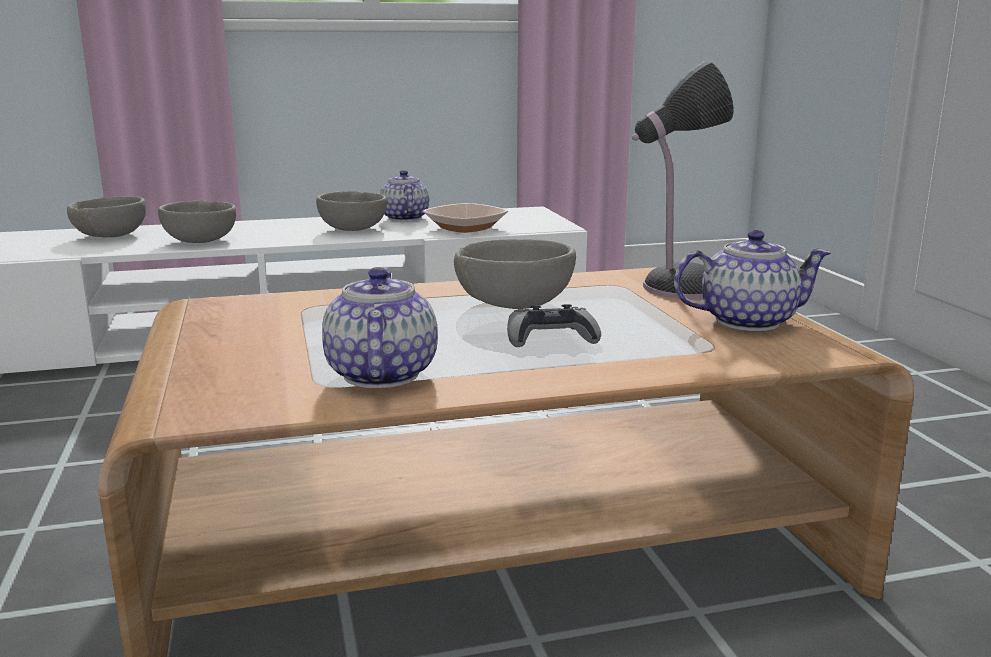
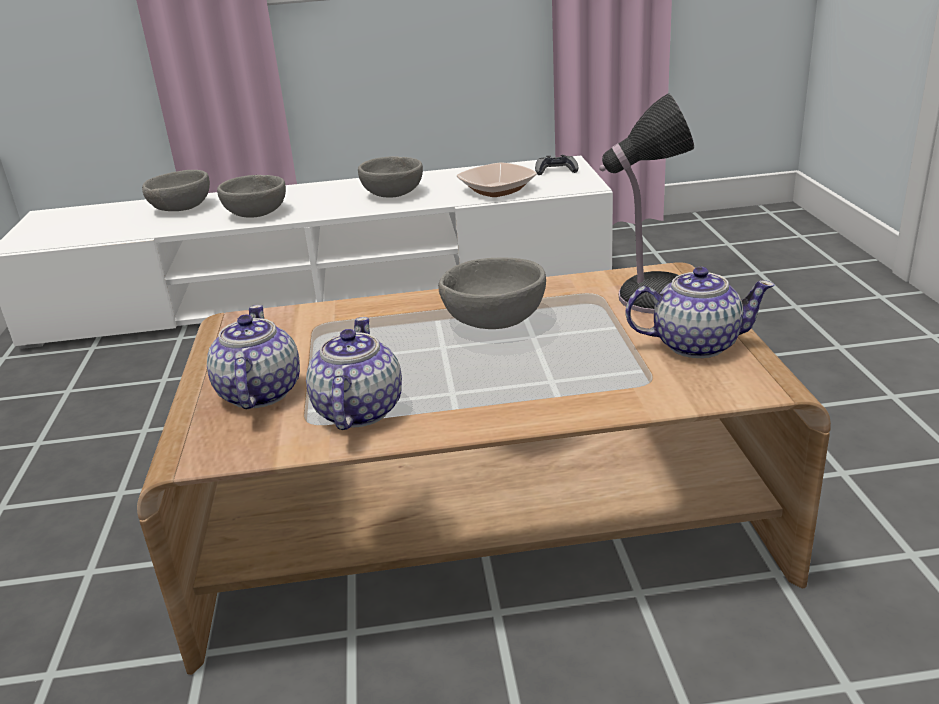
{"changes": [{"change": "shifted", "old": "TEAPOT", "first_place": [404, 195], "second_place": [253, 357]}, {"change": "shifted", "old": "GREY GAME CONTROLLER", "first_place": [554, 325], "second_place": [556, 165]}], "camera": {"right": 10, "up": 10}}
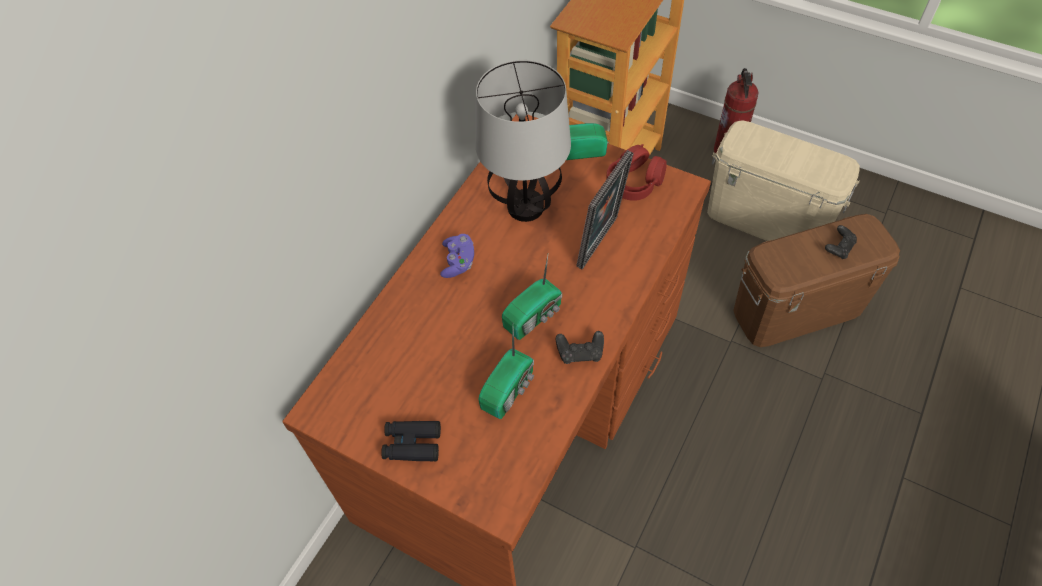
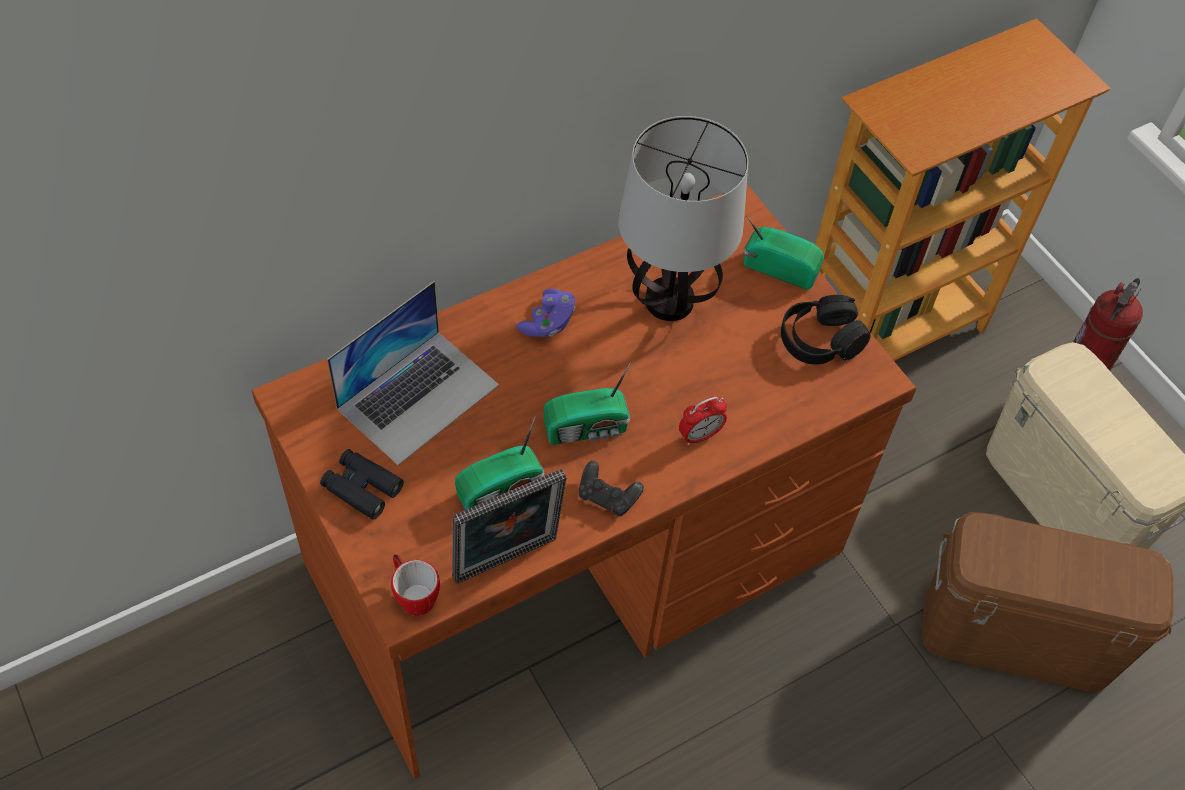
{"changes": [{"change": "repainted", "old": "RED HEADPHONES", "new": "BLACK HEADPHONES", "first_place": [636, 172], "second_place": [826, 330]}, {"change": "shifted", "old": "PICTURE FRAME", "first_place": [605, 209], "second_place": [509, 526]}, {"change": "gone", "old": "BLACK GAME CONTROLLER", "first_place": [841, 242]}, {"change": "new", "new": "LAPTOP", "second_place": [413, 373]}, {"change": "new", "new": "ALARM CLOCK", "second_place": [703, 421]}, {"change": "new", "new": "MUG", "second_place": [415, 585]}], "camera": {"right": 25, "up": 0}}
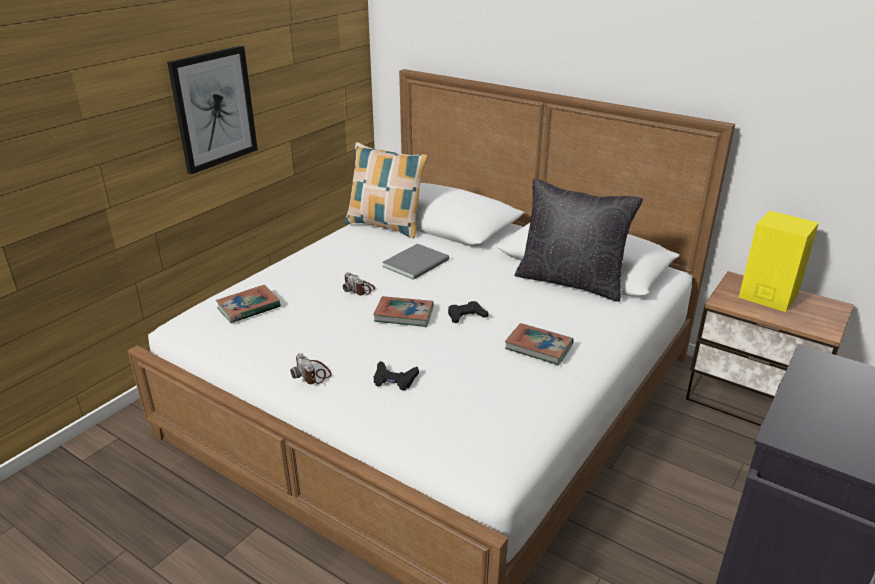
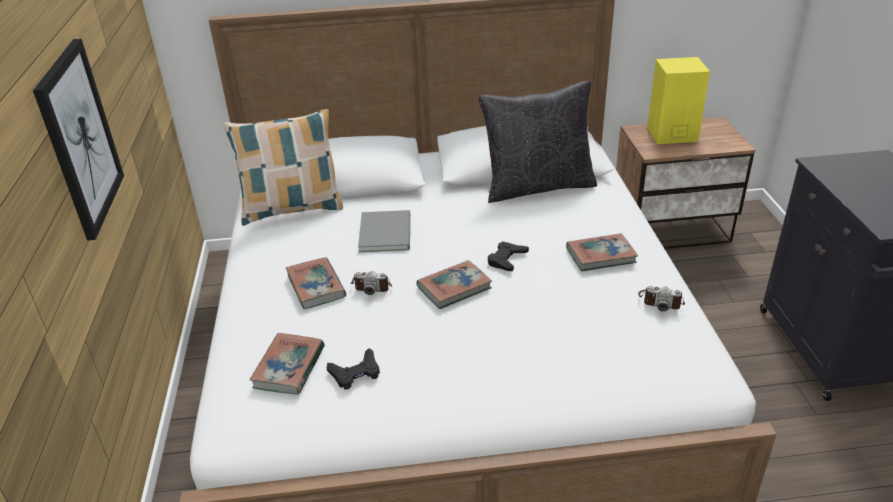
{"changes": [{"change": "shifted", "old": "PHOTO CAMERA", "first_place": [311, 368], "second_place": [661, 299]}, {"change": "shifted", "old": "BLACK GAME CONTROLLER", "first_place": [396, 376], "second_place": [353, 368]}, {"change": "new", "new": "BOOK", "second_place": [316, 283]}], "camera": {"right": -40, "up": 5}}
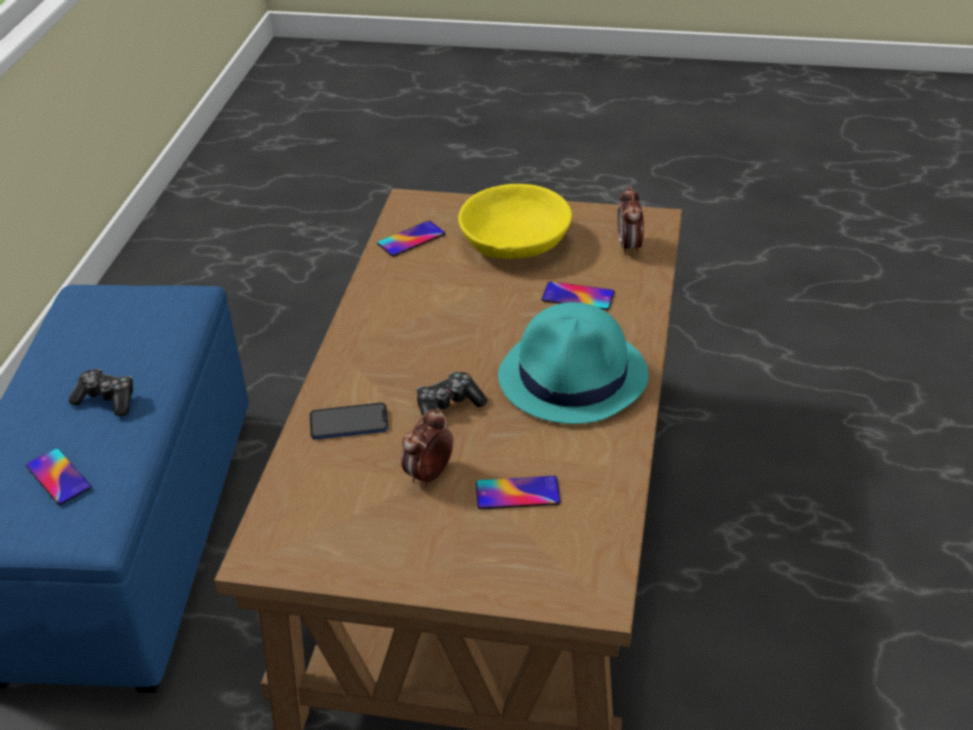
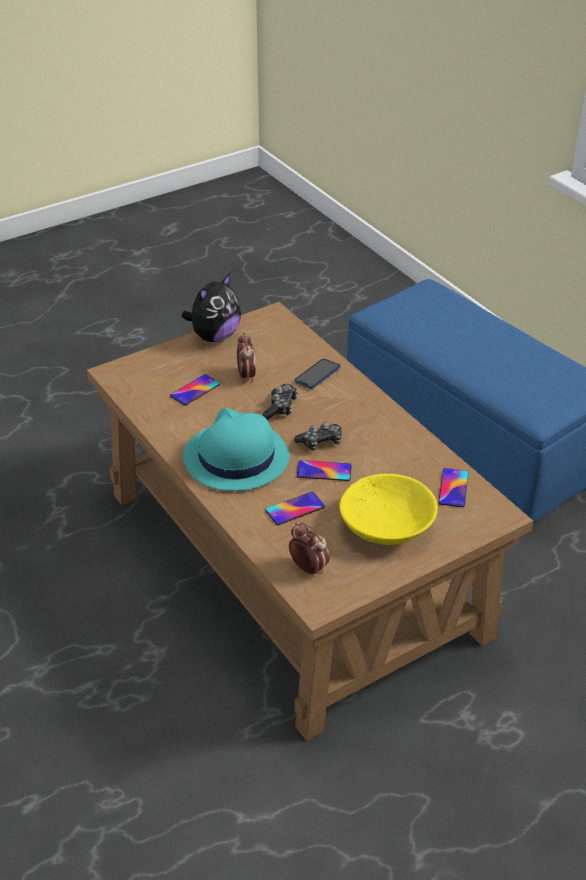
{"changes": [{"change": "shifted", "old": "GAME CONTROLLER", "first_place": [101, 392], "second_place": [318, 436]}, {"change": "shifted", "old": "PHONE", "first_place": [59, 477], "second_place": [324, 470]}, {"change": "new", "new": "PLUSH TOY", "second_place": [211, 307]}], "camera": {"right": 135, "up": 0}}
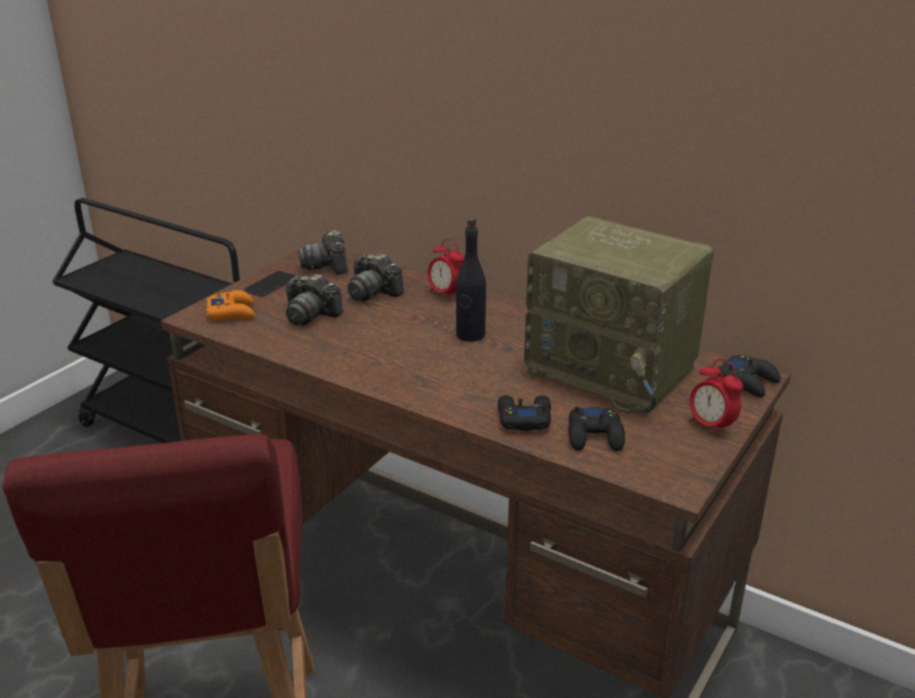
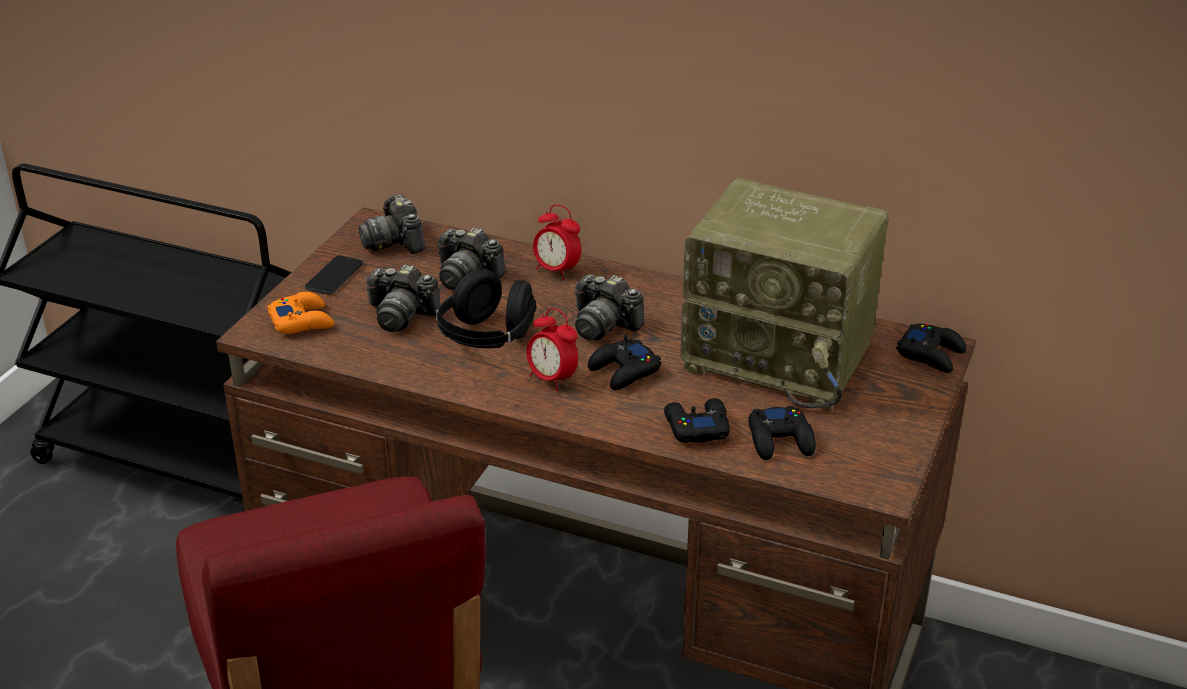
{"changes": [{"change": "swapped", "old": "BLACK BOTTLE", "new": "PHOTO CAMERA", "first_place": [471, 279], "second_place": [609, 307]}, {"change": "shifted", "old": "ALARM CLOCK", "first_place": [716, 398], "second_place": [552, 349]}, {"change": "new", "new": "BLACK HEADPHONES", "second_place": [486, 308]}, {"change": "new", "new": "BLACK GAME CONTROLLER", "second_place": [624, 362]}], "camera": {"right": -10, "up": 5}}
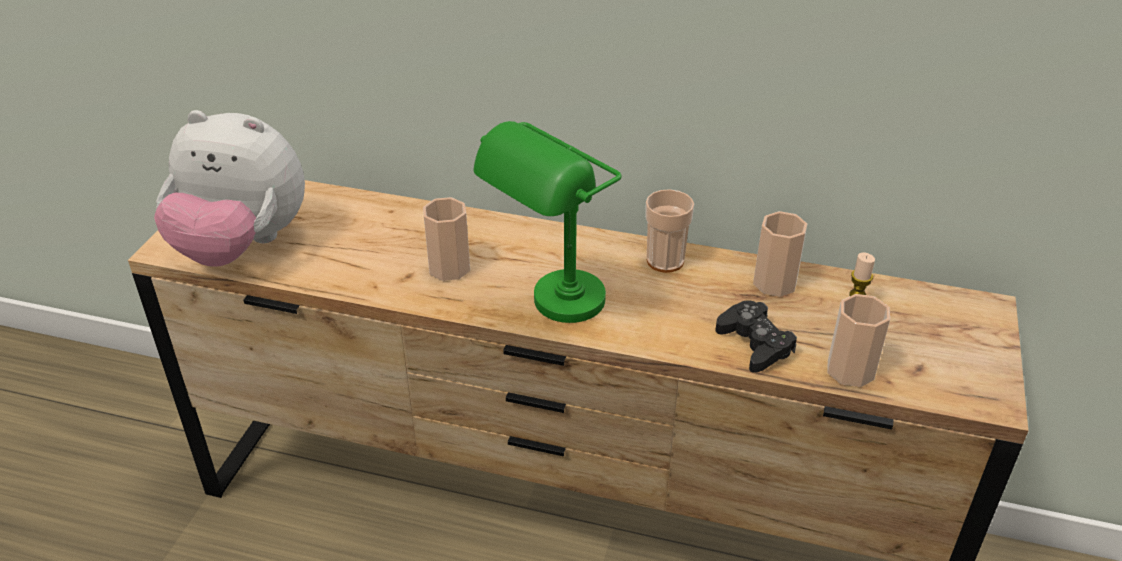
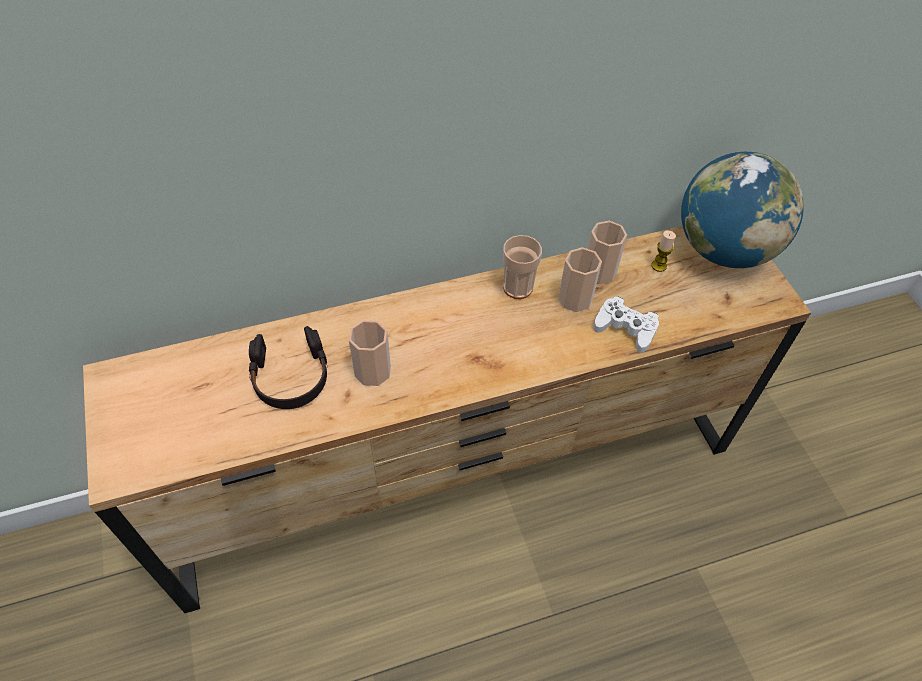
{"changes": [{"change": "gone", "old": "PLUSH TOY", "first_place": [229, 188]}, {"change": "gone", "old": "GREEN TABLE LAMP", "first_place": [548, 222]}, {"change": "shifted", "old": "CUP", "first_place": [858, 340], "second_place": [580, 279]}, {"change": "repainted", "old": "BLACK GAME CONTROLLER", "new": "WHITE GAME CONTROLLER", "first_place": [756, 336], "second_place": [626, 324]}, {"change": "new", "new": "GLOBE", "second_place": [742, 209]}, {"change": "new", "new": "BLACK HEADPHONES", "second_place": [288, 367]}], "camera": {"right": -35, "up": 15}}
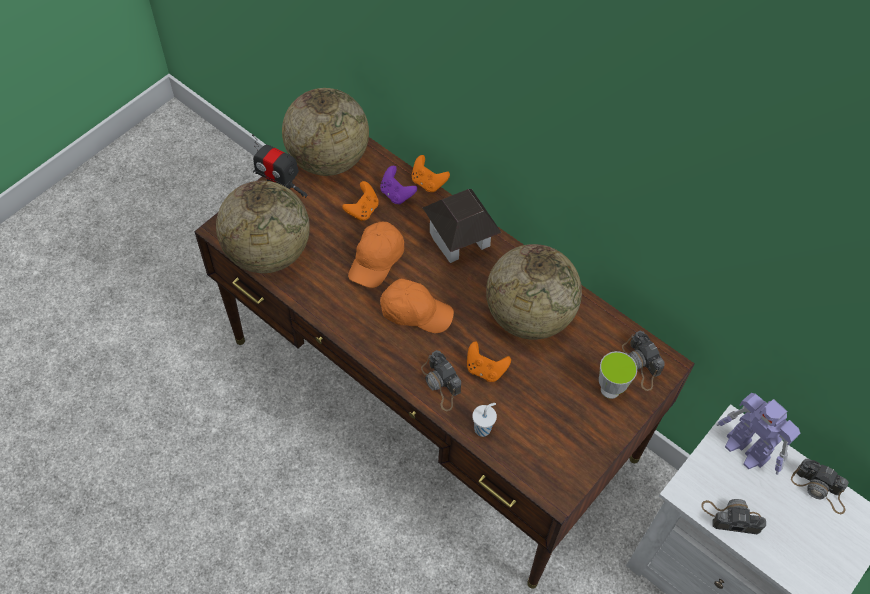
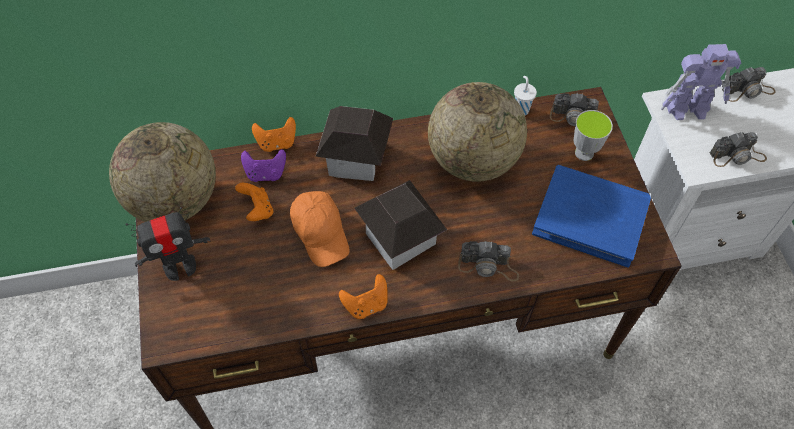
{"changes": [{"change": "gone", "old": "GLOBE", "first_place": [263, 227]}, {"change": "swapped", "old": "ORANGE CAP", "new": "TOY HOUSE", "first_place": [417, 306], "second_place": [400, 225]}, {"change": "shifted", "old": "ORANGE GAME CONTROLLER", "first_place": [489, 362], "second_place": [363, 296]}, {"change": "shifted", "old": "WHITE CUP", "first_place": [484, 420], "second_place": [525, 96]}, {"change": "rotated", "old": "PHOTO CAMERA", "first_place": [733, 516], "second_place": [738, 149], "degrees": -150}, {"change": "new", "new": "BLUE BOOK", "second_place": [591, 216]}], "camera": {"right": -50, "up": 0}}
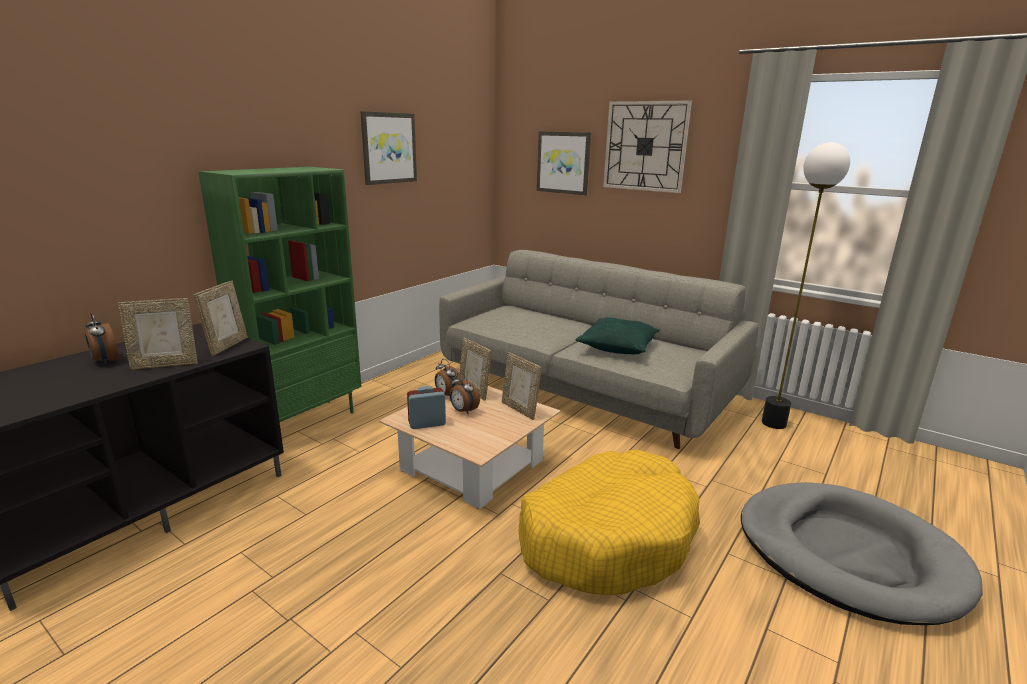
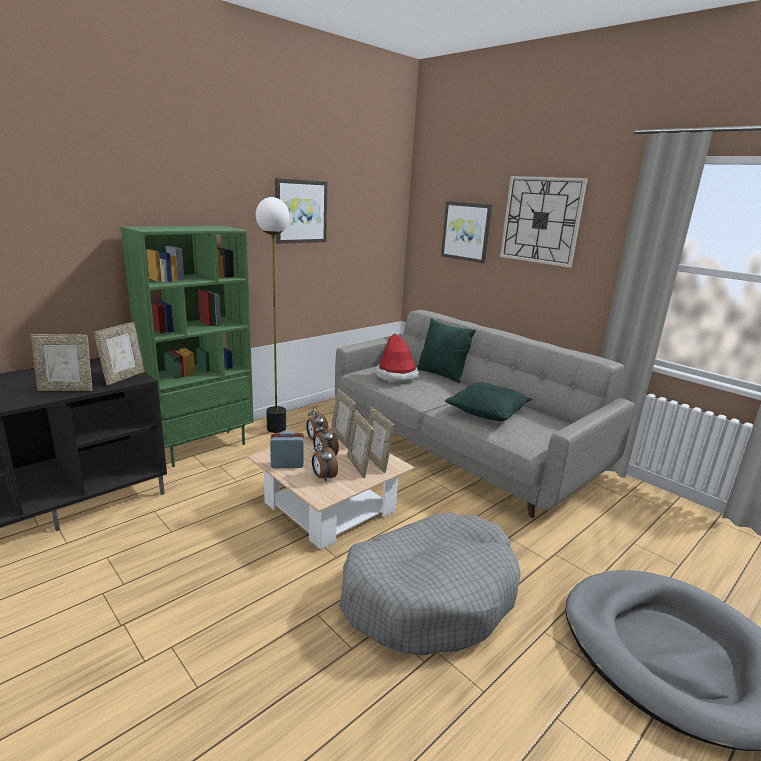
{"changes": [{"change": "shifted", "old": "FLOOR LAMP", "first_place": [806, 285], "second_place": [272, 315]}, {"change": "shifted", "old": "ALARM CLOCK", "first_place": [102, 339], "second_place": [325, 460]}, {"change": "repainted", "old": "YELLOW DOG BED", "new": "GREY DOG BED", "first_place": [609, 522], "second_place": [430, 584]}, {"change": "new", "new": "GREEN PILLOW", "second_place": [446, 350]}, {"change": "new", "new": "HAT", "second_place": [397, 357]}, {"change": "new", "new": "PICTURE FRAME", "second_place": [360, 444]}], "camera": {"right": 10, "up": 0}}
